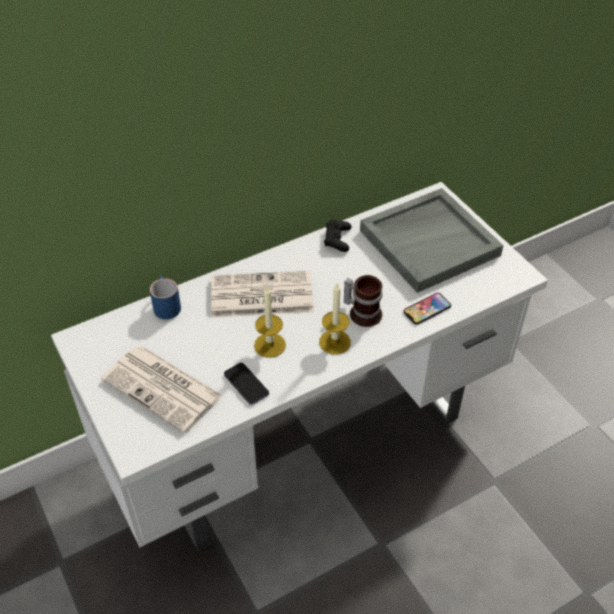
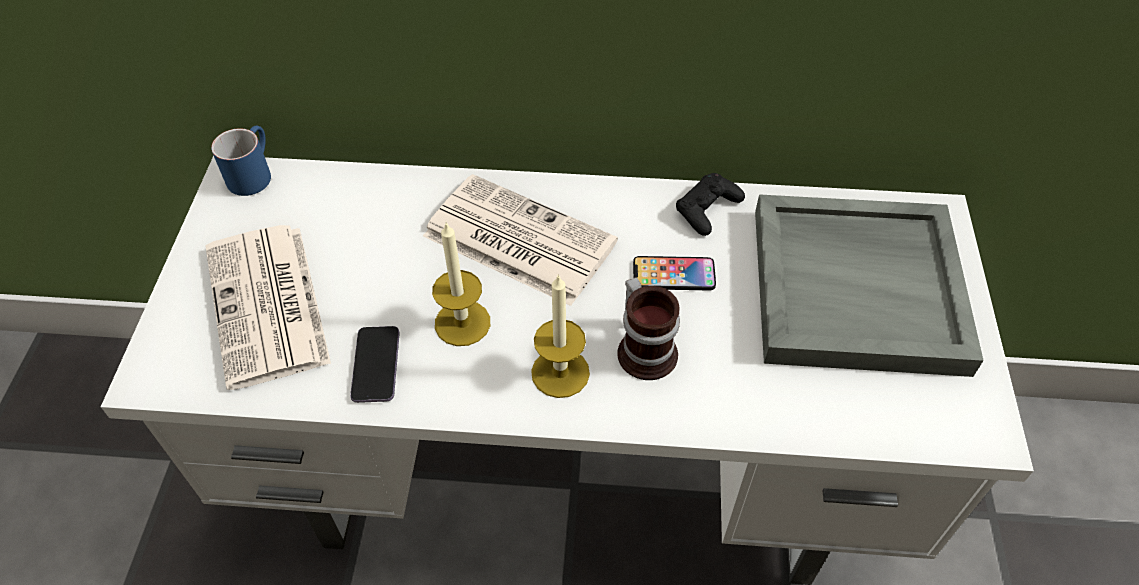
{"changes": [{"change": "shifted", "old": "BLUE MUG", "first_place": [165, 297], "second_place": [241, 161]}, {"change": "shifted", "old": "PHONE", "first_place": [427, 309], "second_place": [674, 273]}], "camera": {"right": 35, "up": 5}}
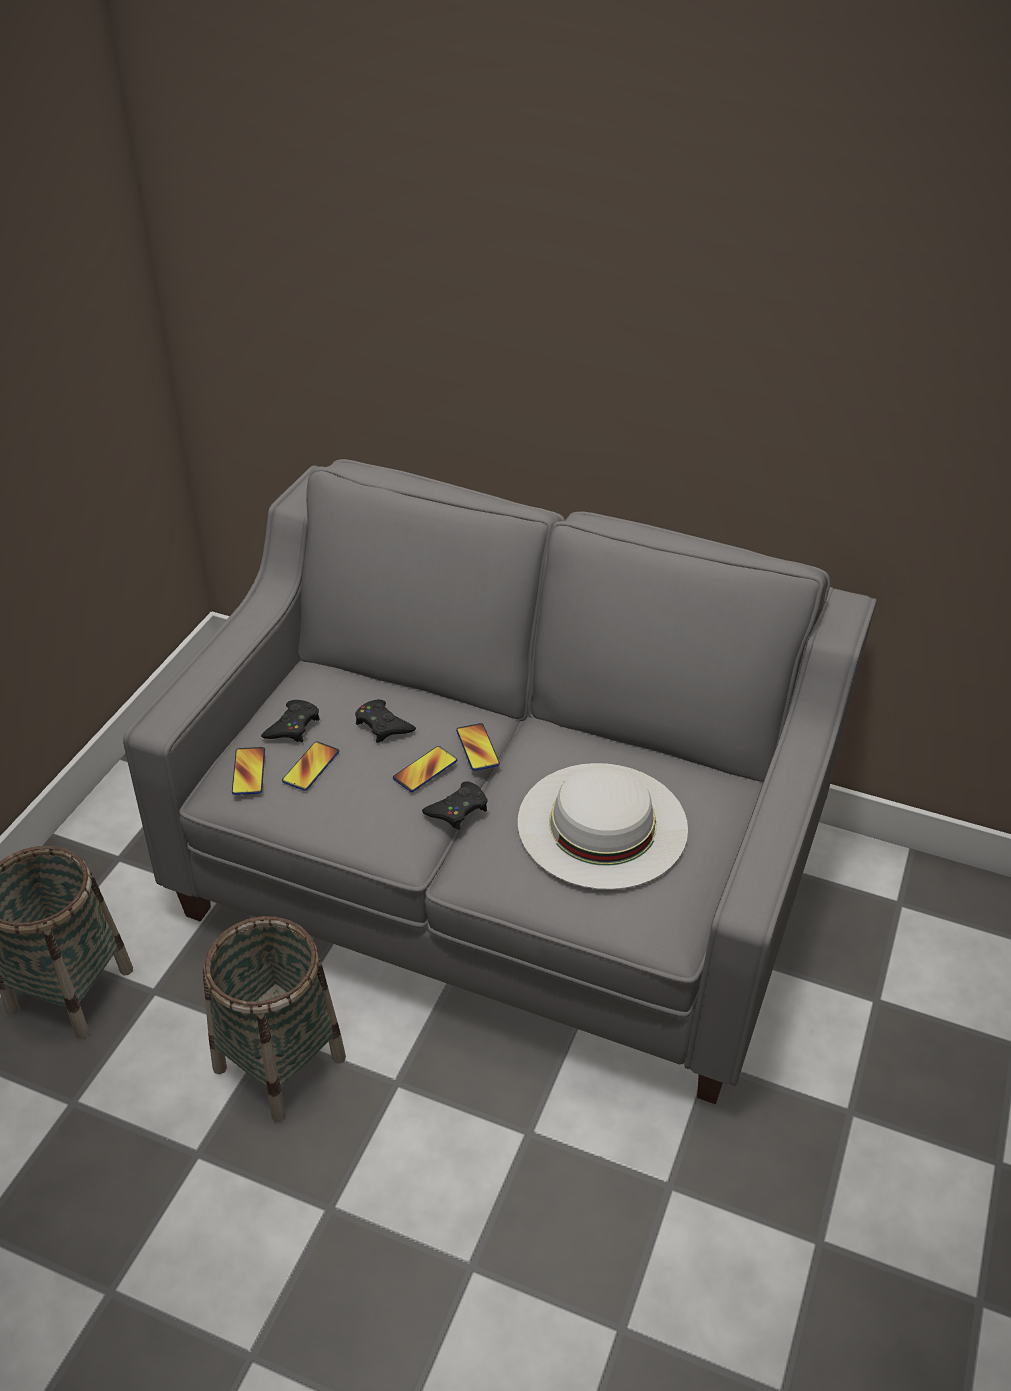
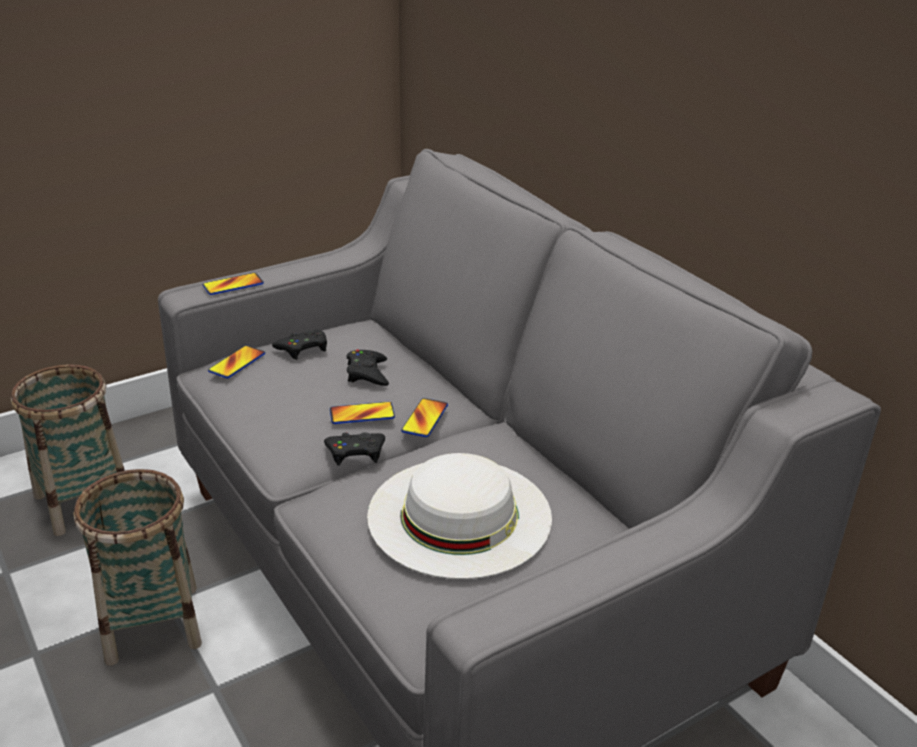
{"changes": [{"change": "shifted", "old": "PHONE", "first_place": [310, 766], "second_place": [233, 284]}], "camera": {"right": 35, "up": -10}}
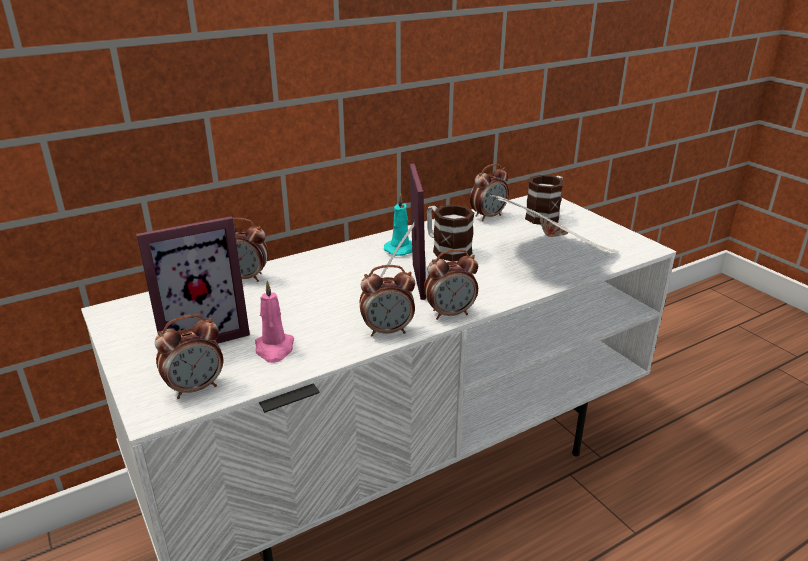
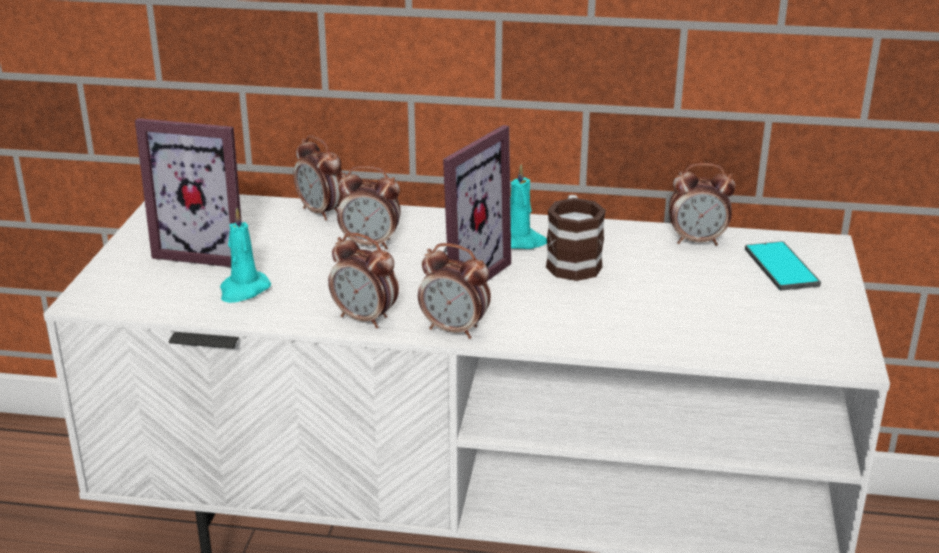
{"changes": [{"change": "swapped", "old": "MUG", "new": "PHONE", "first_place": [544, 200], "second_place": [783, 266]}, {"change": "gone", "old": "NEWSPAPER", "first_place": [554, 225]}, {"change": "repainted", "old": "PINK CANDLE", "new": "TURQUOISE CANDLE", "first_place": [274, 322], "second_place": [245, 255]}, {"change": "shifted", "old": "ALARM CLOCK", "first_place": [189, 356], "second_place": [369, 207]}], "camera": {"right": 40, "up": 0}}
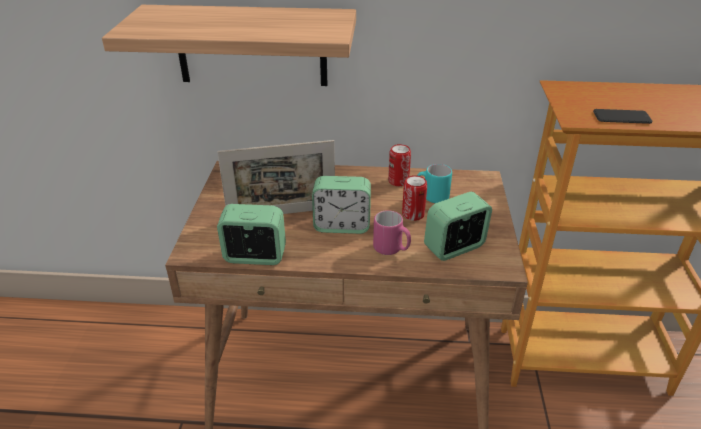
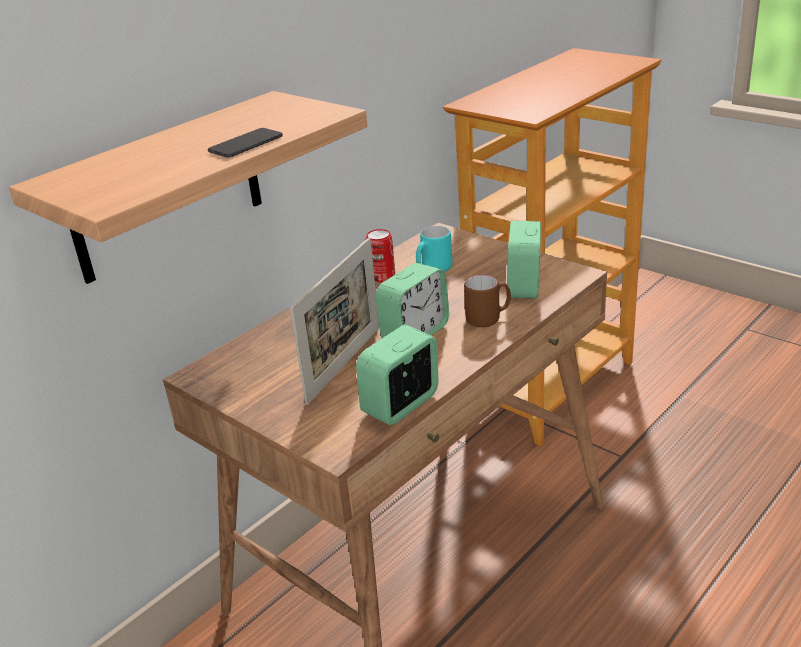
{"changes": [{"change": "shifted", "old": "PHONE", "first_place": [622, 116], "second_place": [245, 143]}, {"change": "gone", "old": "CAN", "first_place": [414, 198]}, {"change": "repainted", "old": "PINK MUG", "new": "BROWN MUG", "first_place": [392, 232], "second_place": [487, 301]}], "camera": {"right": -50, "up": -5}}
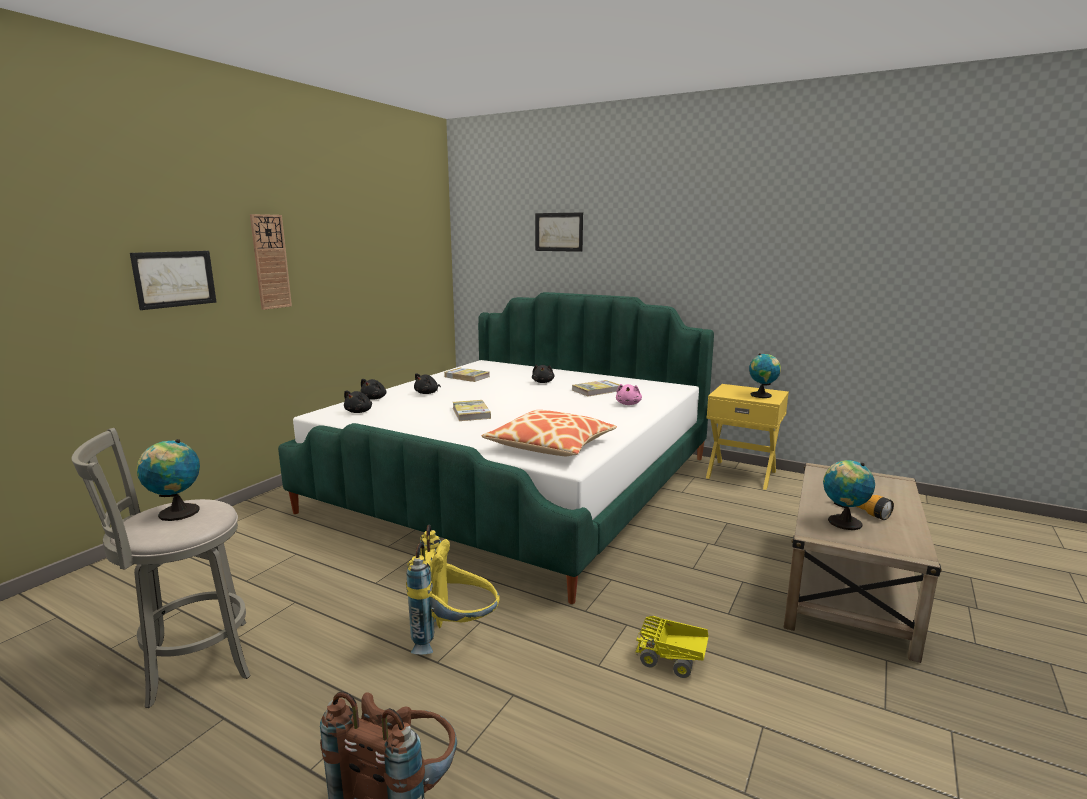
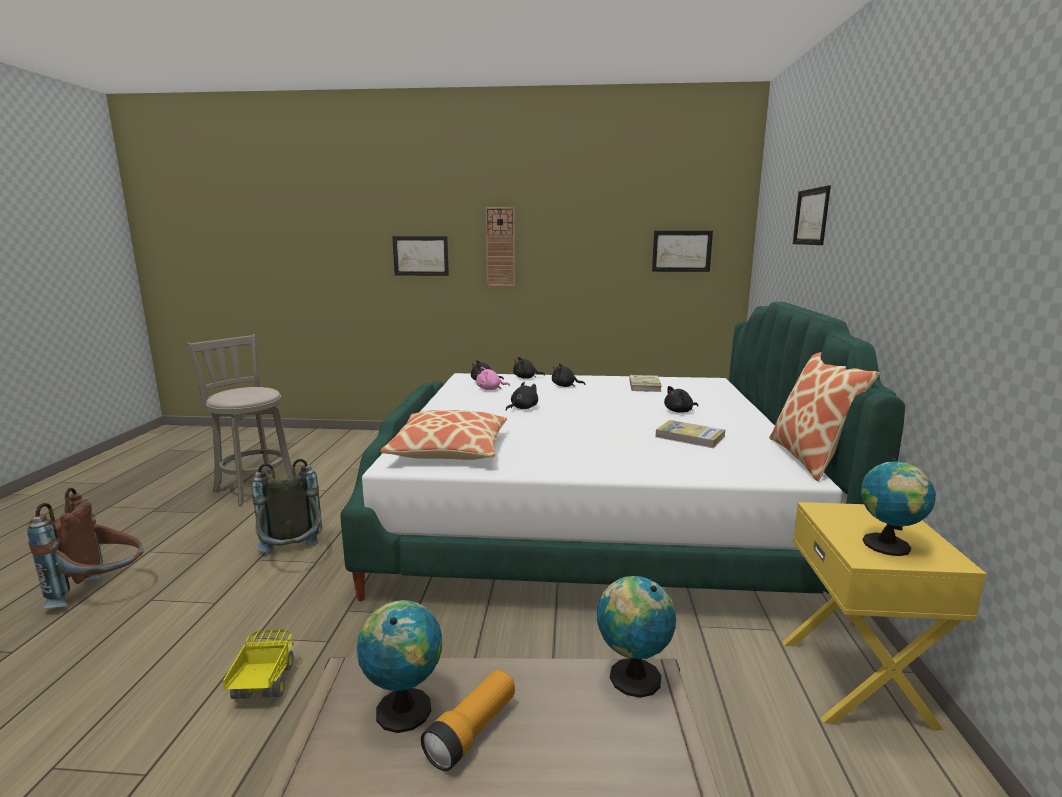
{"changes": [{"change": "shifted", "old": "PINK PLUSH TOY", "first_place": [629, 394], "second_place": [493, 378]}, {"change": "swapped", "old": "BOOK", "new": "BLACK PLUSH TOY", "first_place": [472, 410], "second_place": [522, 396]}, {"change": "shifted", "old": "GLOBE", "first_place": [168, 480], "second_place": [636, 637]}, {"change": "repainted", "old": "YELLOW BACKPACK", "new": "GREY BACKPACK", "first_place": [453, 589], "second_place": [286, 506]}, {"change": "new", "new": "PICTURE", "second_place": [682, 251]}, {"change": "new", "new": "PILLOW", "second_place": [824, 416]}], "camera": {"right": 65, "up": 0}}
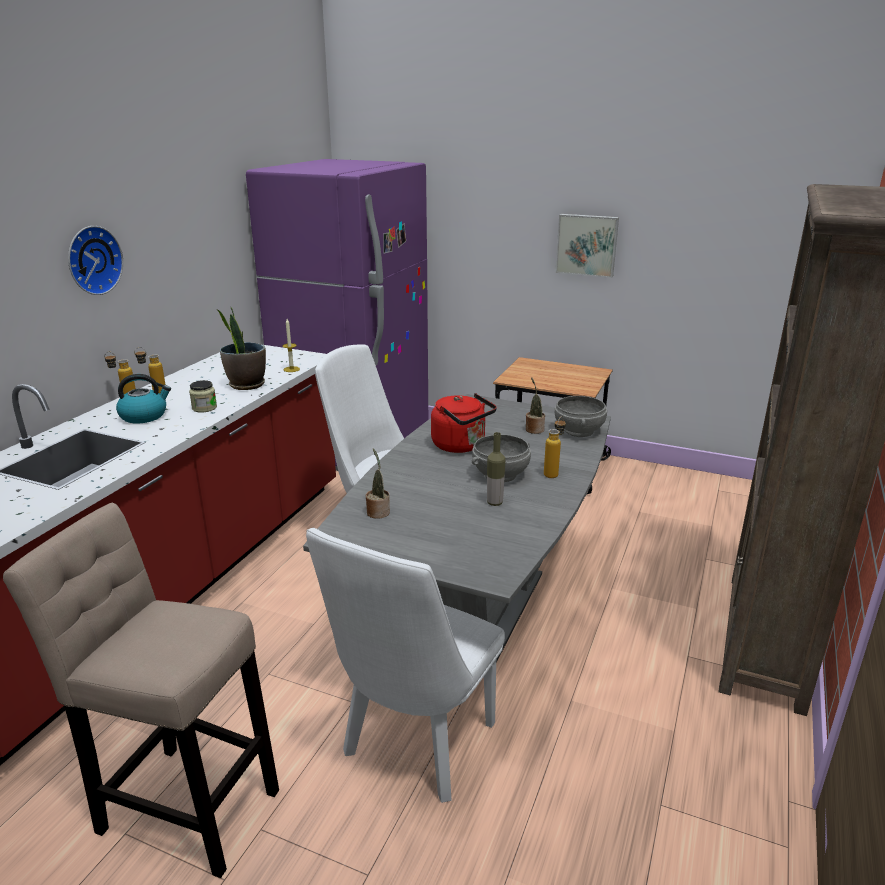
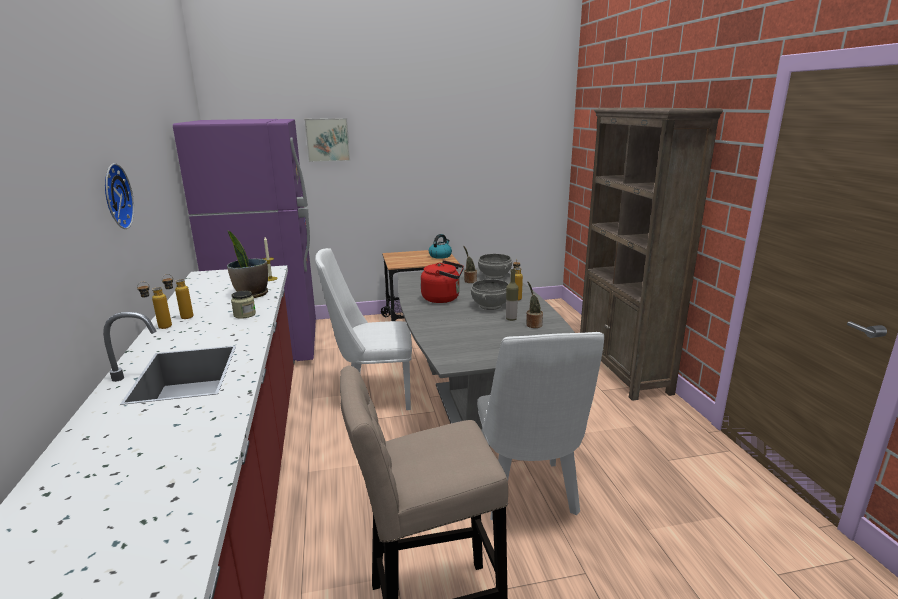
{"changes": [{"change": "shifted", "old": "PICTURE", "first_place": [587, 246], "second_place": [327, 140]}, {"change": "shifted", "old": "KETTLE", "first_place": [143, 399], "second_place": [440, 246]}, {"change": "shifted", "old": "POTTED PLANT", "first_place": [378, 483], "second_place": [534, 304]}], "camera": {"right": -35, "up": -5}}
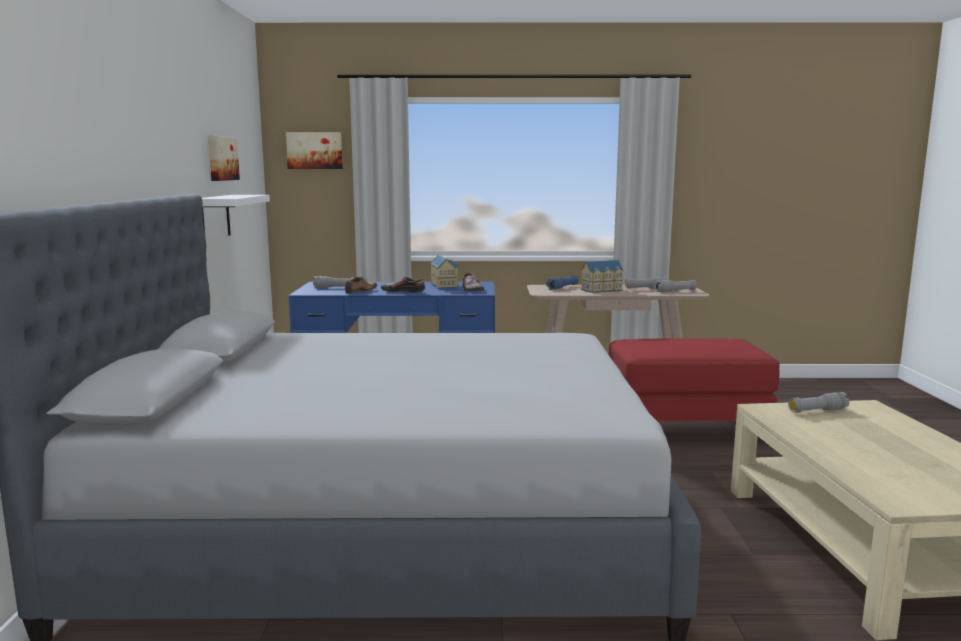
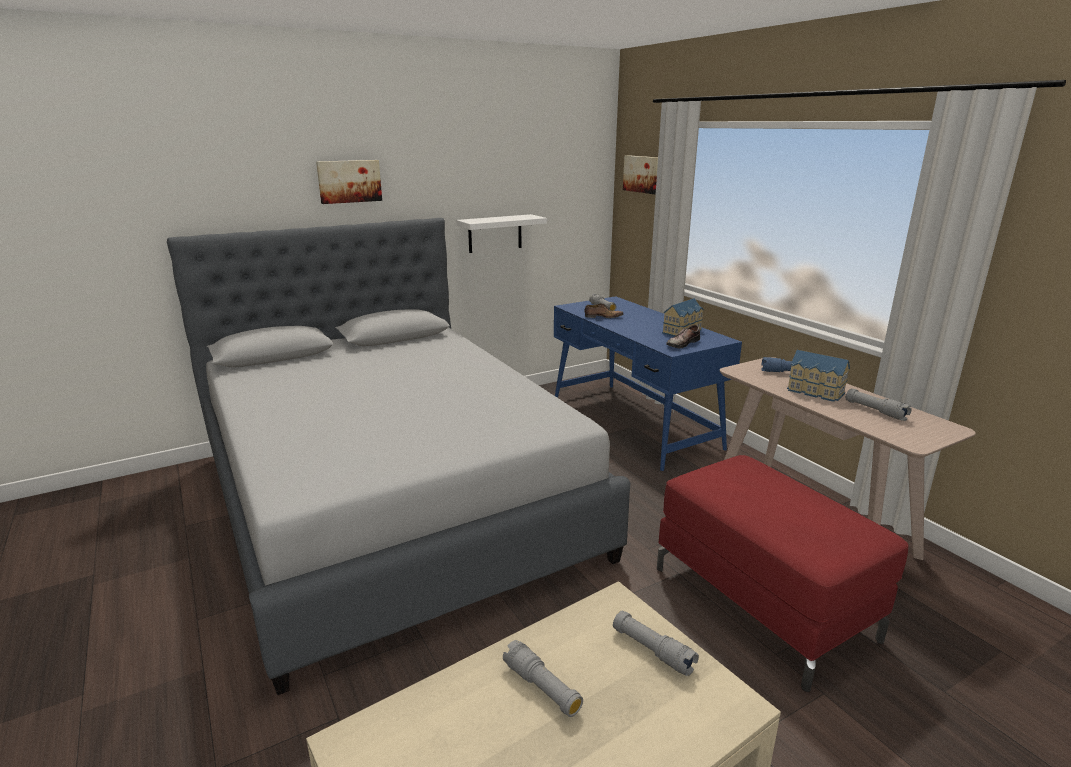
{"changes": [{"change": "shifted", "old": "PICTURE", "first_place": [224, 158], "second_place": [349, 182]}, {"change": "gone", "old": "SHOE", "first_place": [403, 285]}, {"change": "shifted", "old": "GREY FLASHLIGHT", "first_place": [675, 286], "second_place": [543, 678]}], "camera": {"right": 60, "up": 10}}
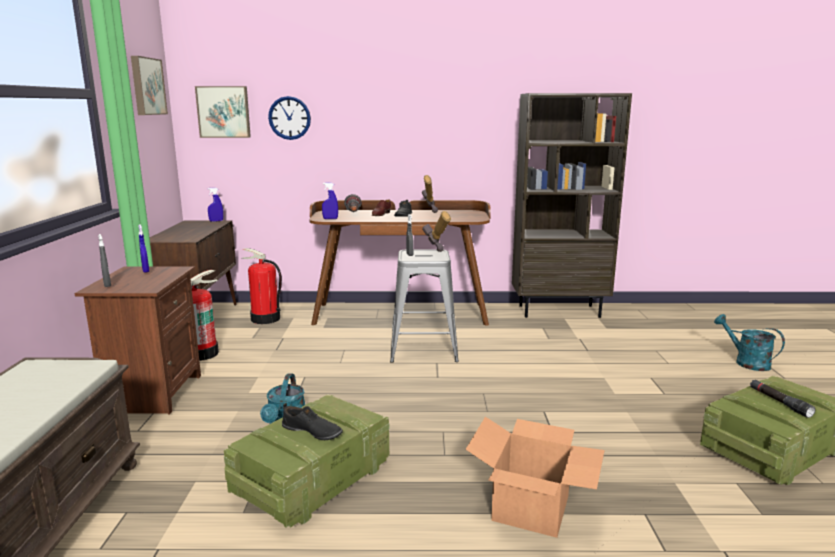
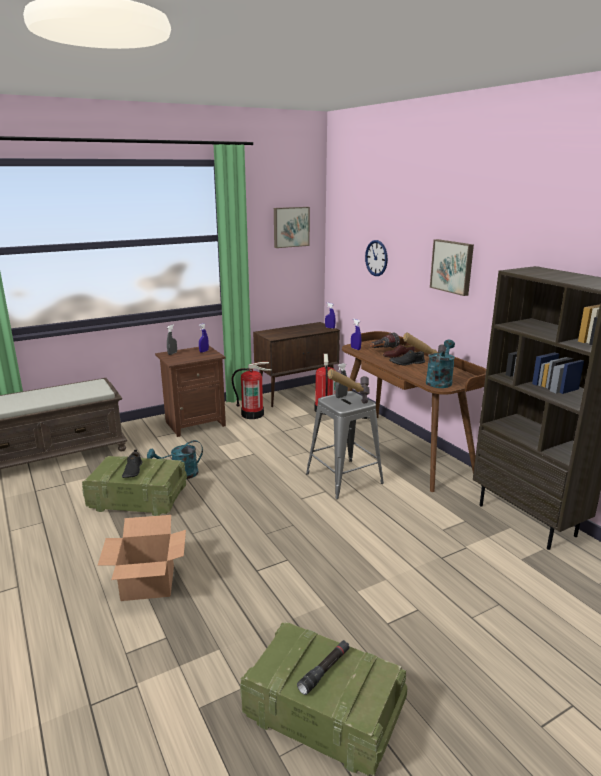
{"changes": [{"change": "shifted", "old": "PICTURE", "first_place": [223, 112], "second_place": [452, 267]}, {"change": "shifted", "old": "TURQUOISE WATERING CAN", "first_place": [749, 342], "second_place": [440, 364]}], "camera": {"right": 60, "up": 5}}
